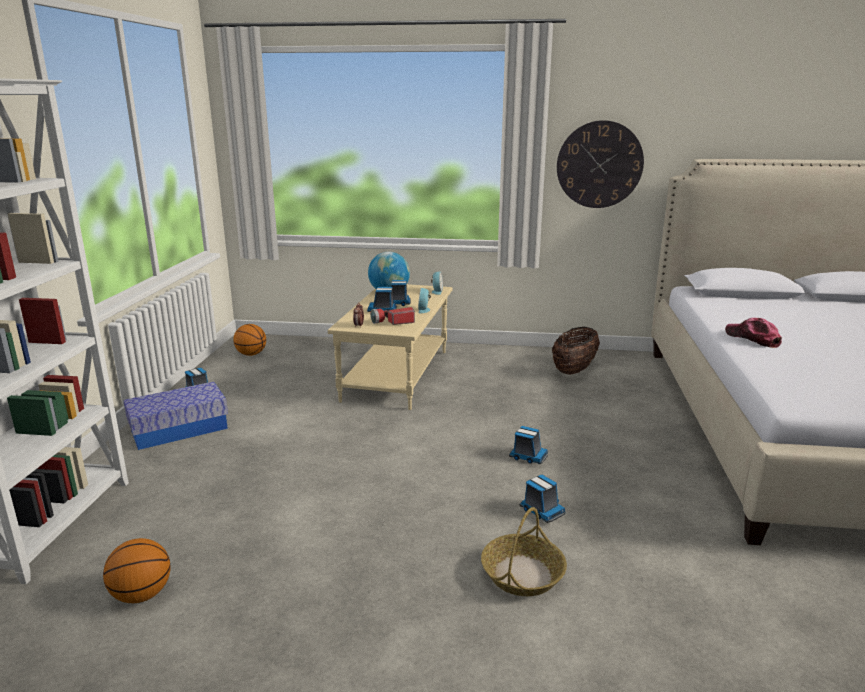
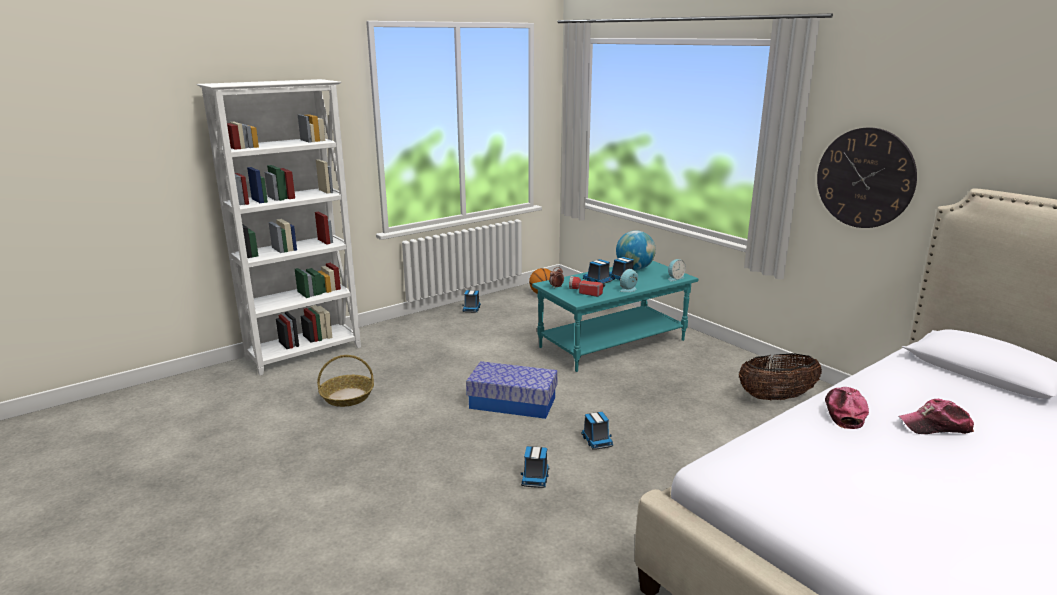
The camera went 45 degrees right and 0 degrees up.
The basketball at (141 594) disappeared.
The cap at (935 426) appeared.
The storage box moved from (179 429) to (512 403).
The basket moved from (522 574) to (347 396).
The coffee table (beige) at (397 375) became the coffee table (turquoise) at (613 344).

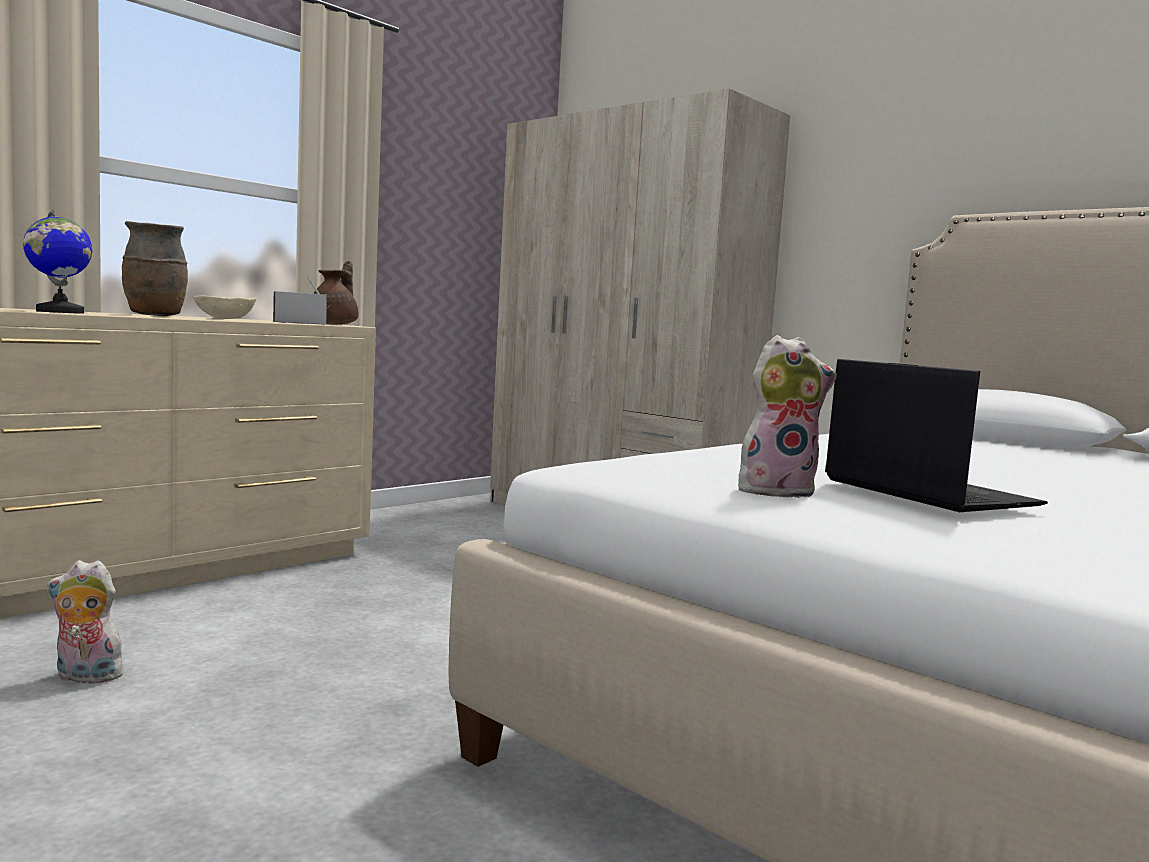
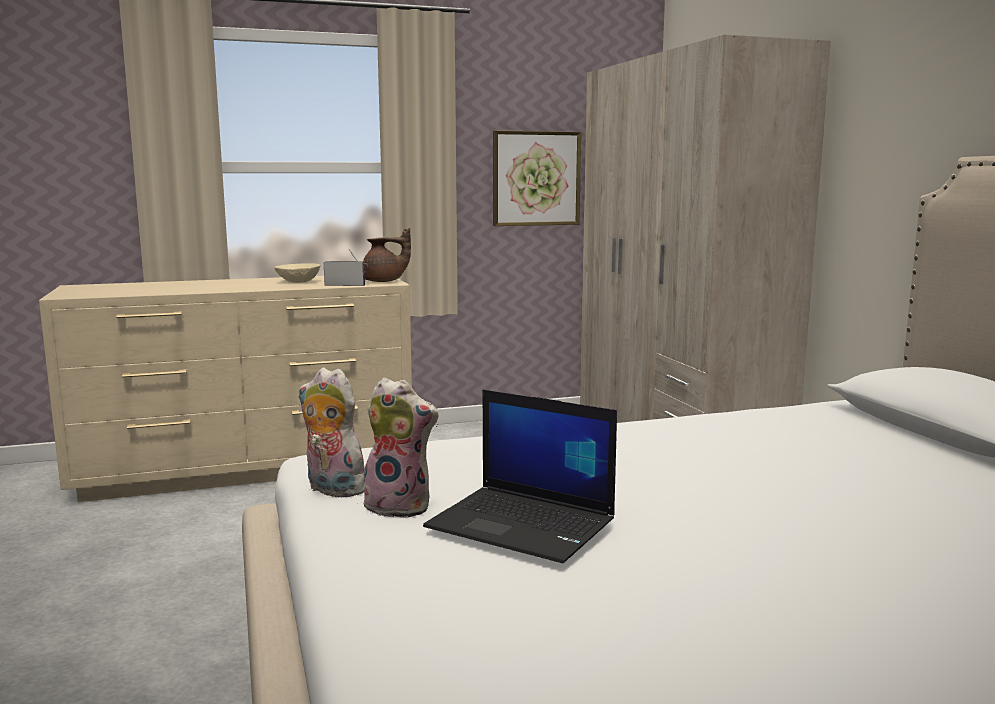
The camera went 30 degrees right and 5 degrees up.
The globe at (60 312) disappeared.
The vase (brown) at (156 316) disappeared.
The picture at (536 178) appeared.
The plush toy moved from (85 677) to (331 489).
The teapot (brown) at (335 324) turned 45 degrees clockwise.
The laptop at (925 492) turned 120 degrees clockwise.

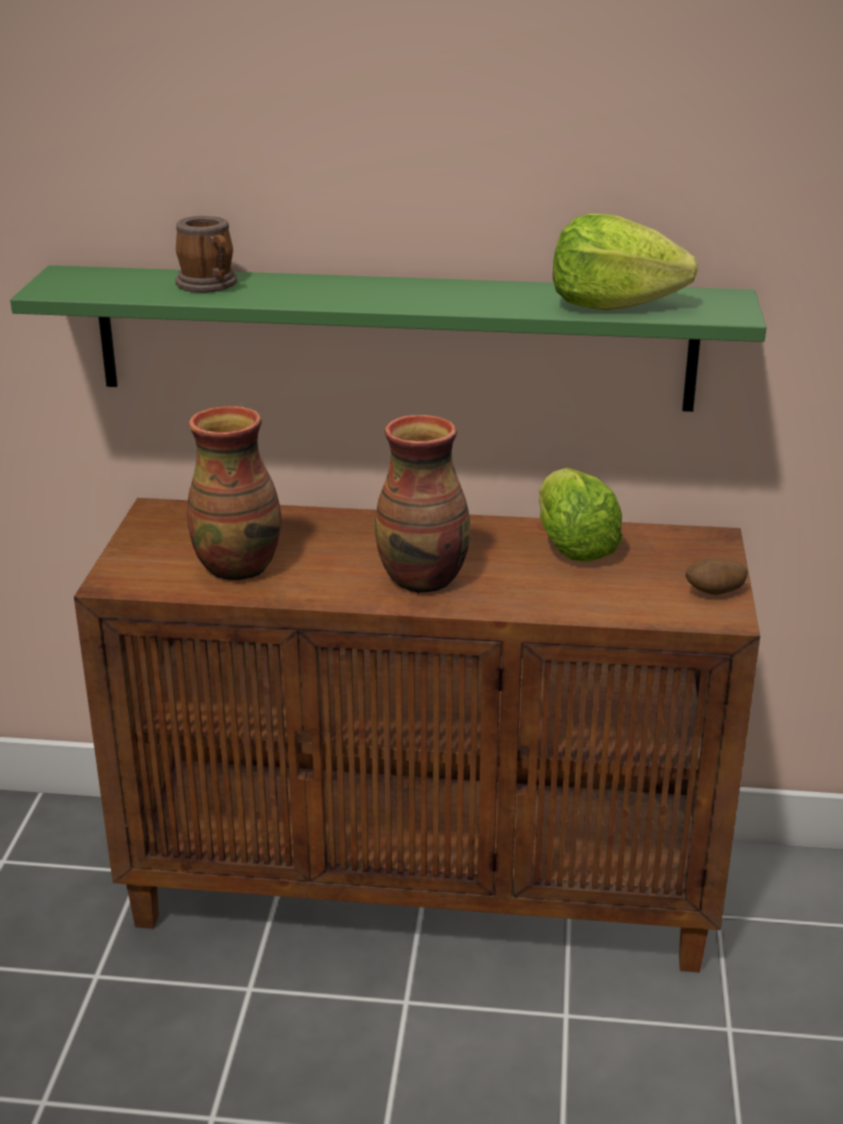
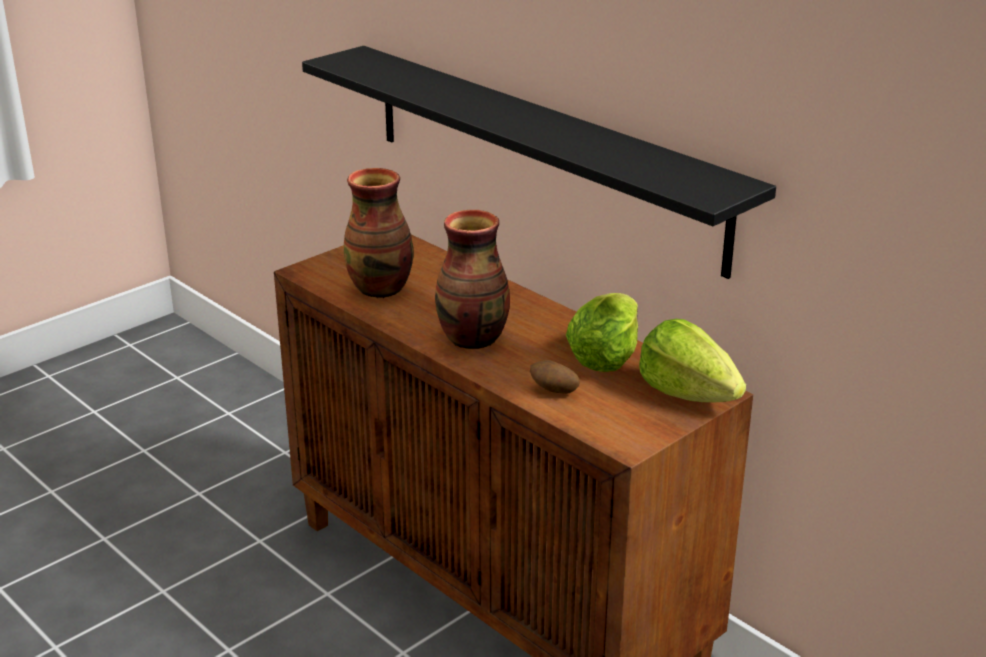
The camera went 40 degrees right and 0 degrees up.
The mug at (210 285) disappeared.
The lettuce moved from (612 305) to (687 393).
The potato moved from (714 593) to (553 391).
The shelf (green) at (393 338) became the shelf (black) at (541 154).

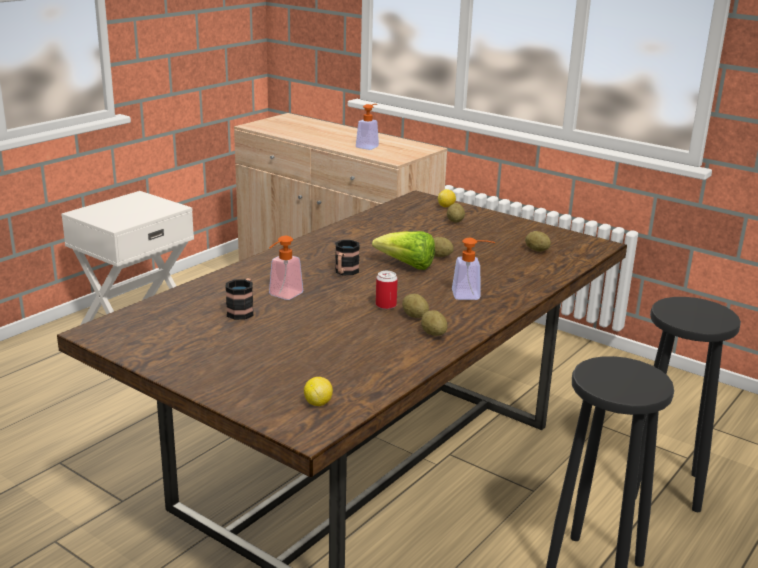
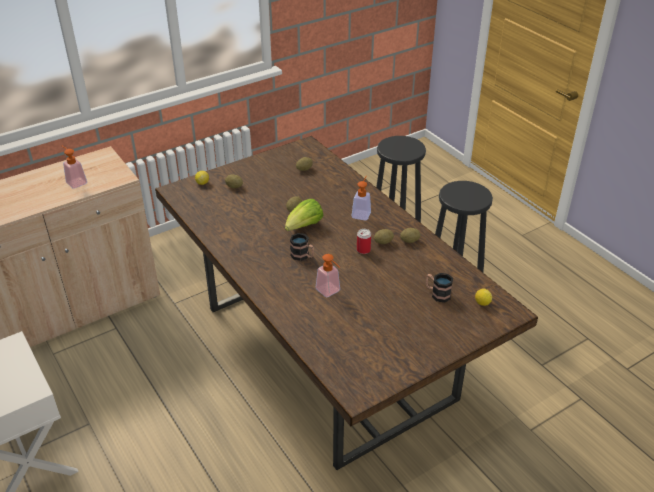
The camera went 70 degrees left and 15 degrees up.
The mug moved from (242 311) to (437 294).

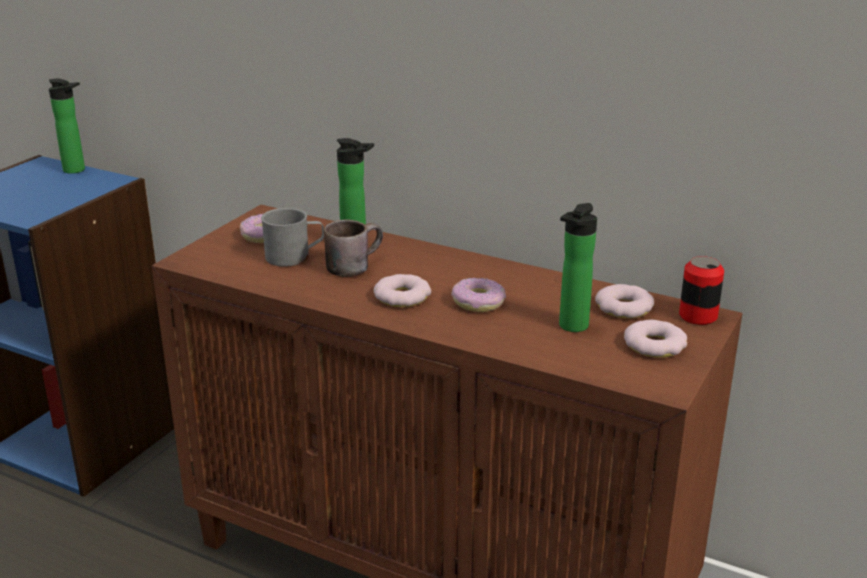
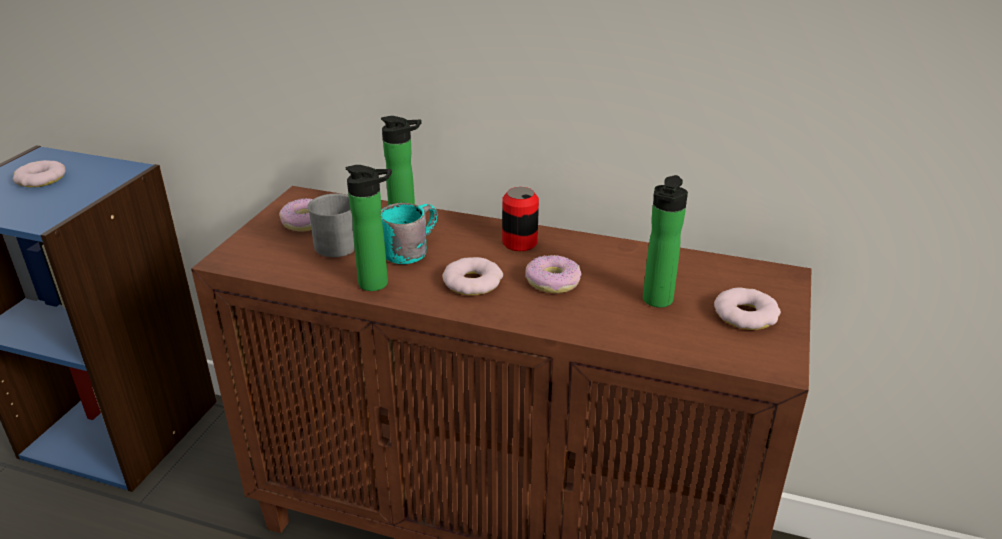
The camera went 10 degrees left and 5 degrees up.
The bottle moved from (77 170) to (378 284).
The donut moved from (624 308) to (41 179).
The can moved from (698 316) to (519 243).
The mug (brown) at (352 265) became the mug (turquoise) at (409 249).

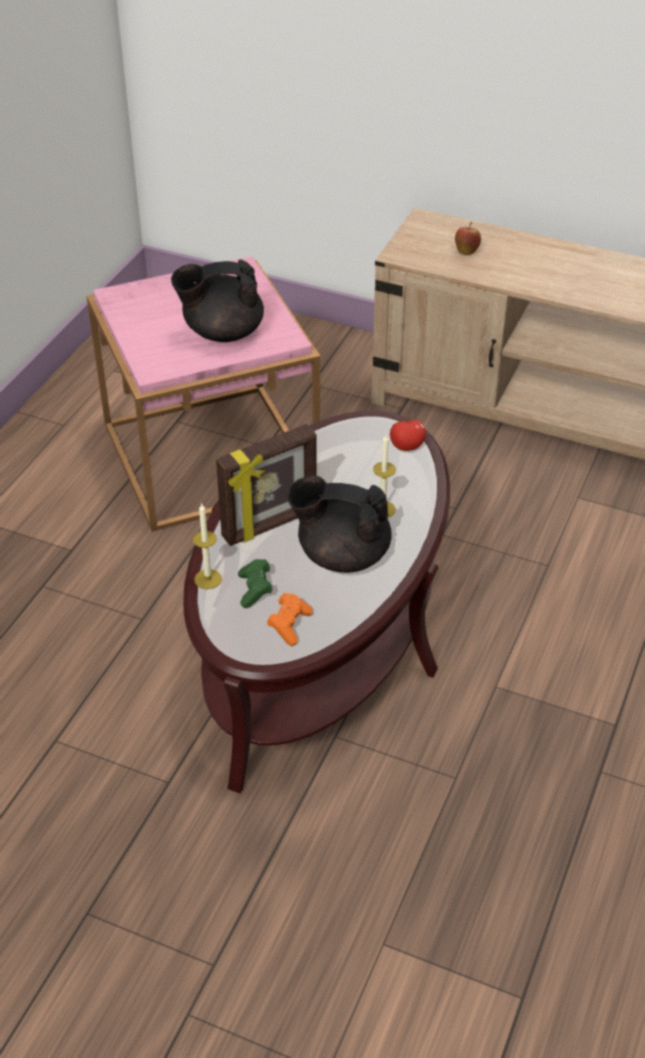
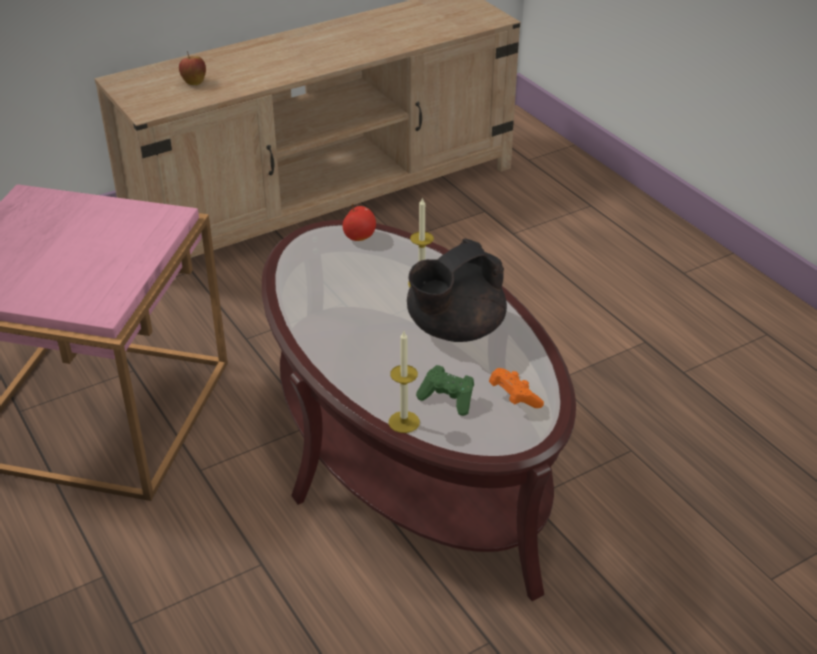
The camera went 55 degrees left and 5 degrees down.
The teapot (black) at (222 332) disappeared.
The picture frame at (270 525) disappeared.

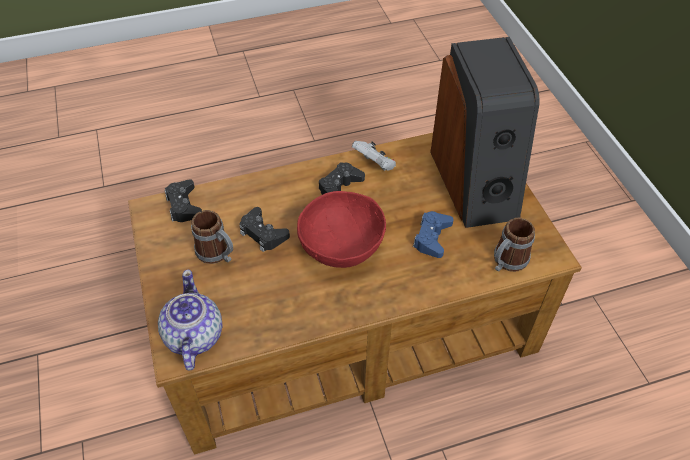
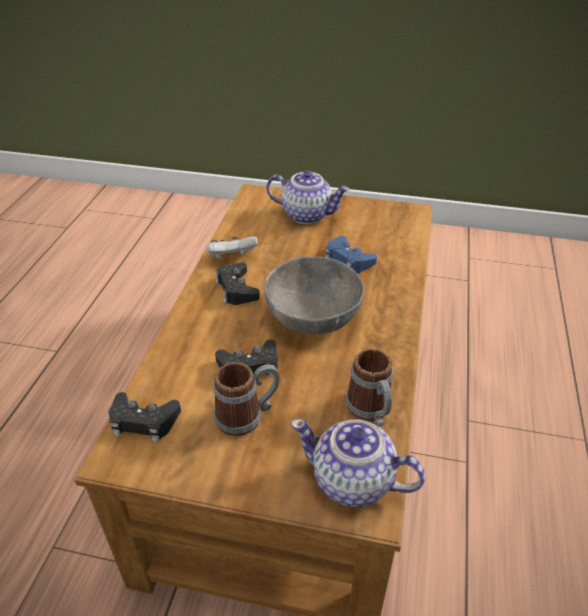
The camera went 60 degrees left and 10 degrees down.
The mug moved from (506 262) to (371 411).
The speaker at (475 182) was replaced by the teapot at (307 214).
The bowl (red) at (342 245) became the bowl (grey) at (313 316).

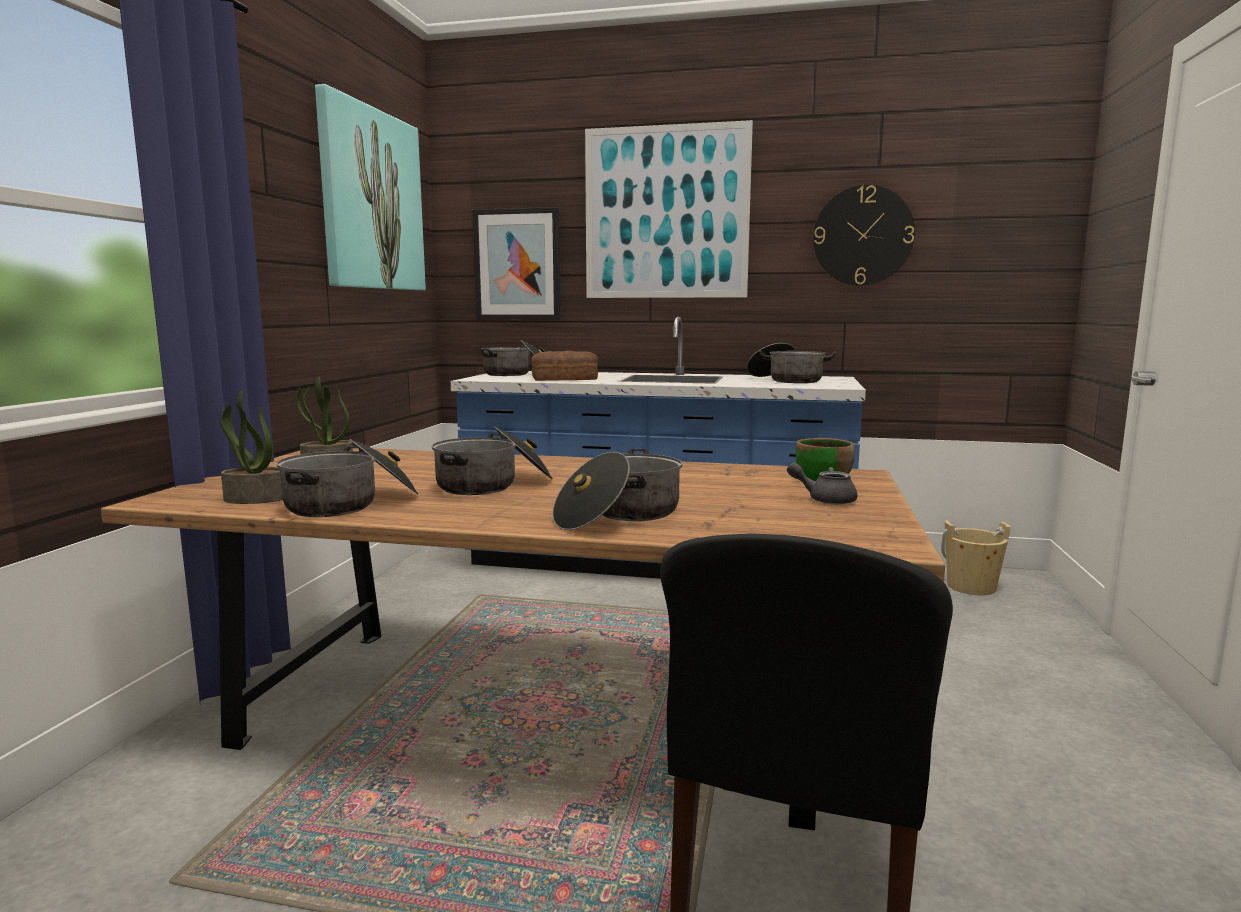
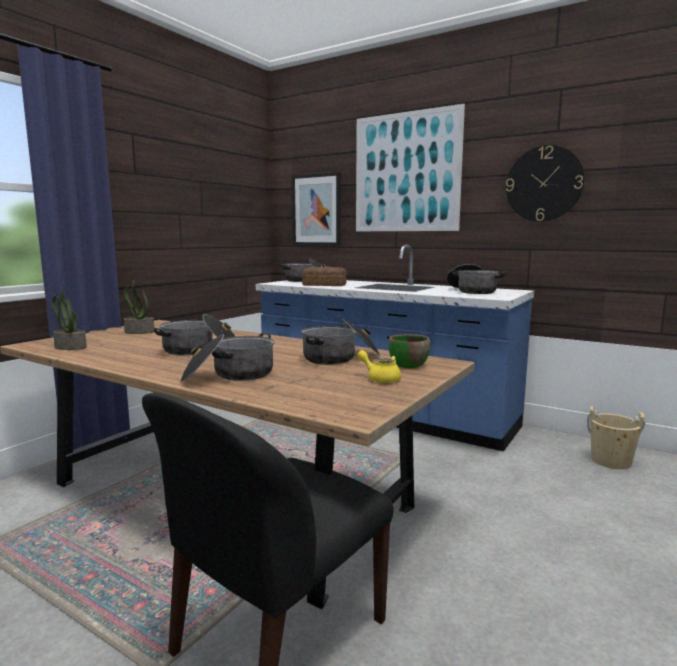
The camera went 20 degrees right and 0 degrees up.
The picture at (371 200) disappeared.
The cooking pot moved from (351 504) to (340 358).
The teapot (grey) at (825 500) became the teapot (yellow) at (380 378).

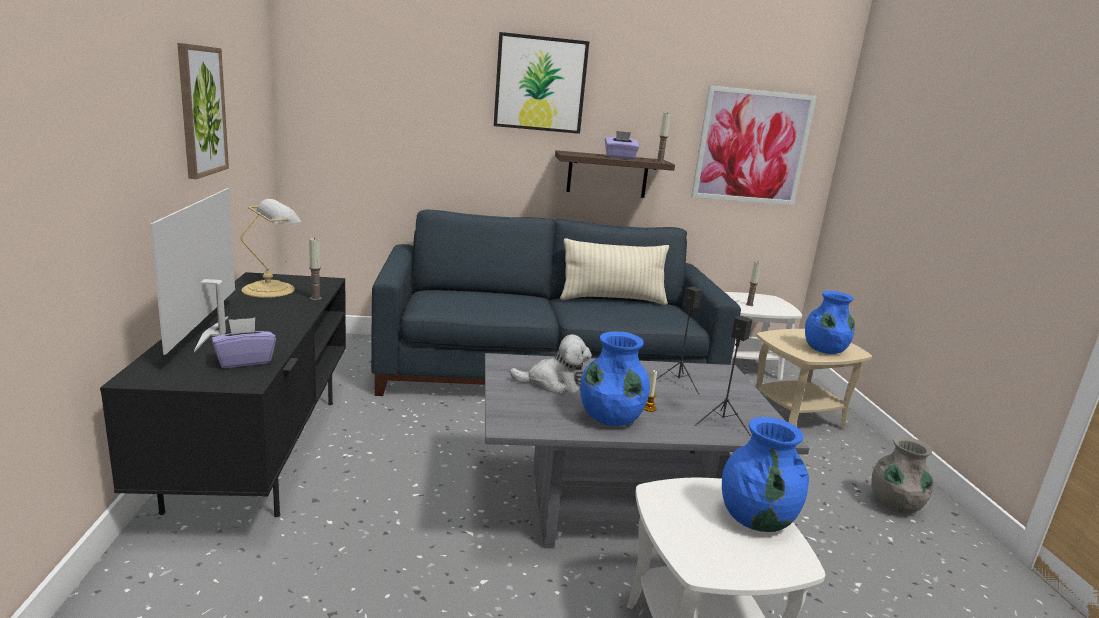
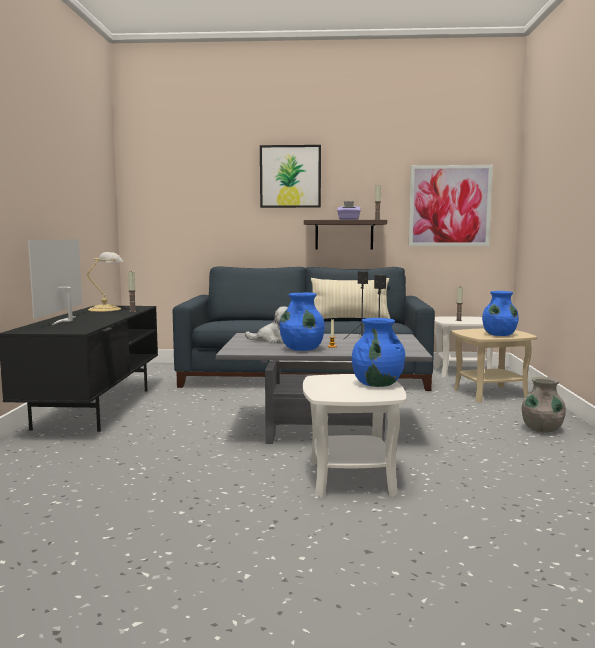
The camera went 10 degrees right and 10 degrees down.
The picture at (201 111) disappeared.
The tissue box (purple) at (244 361) disappeared.

